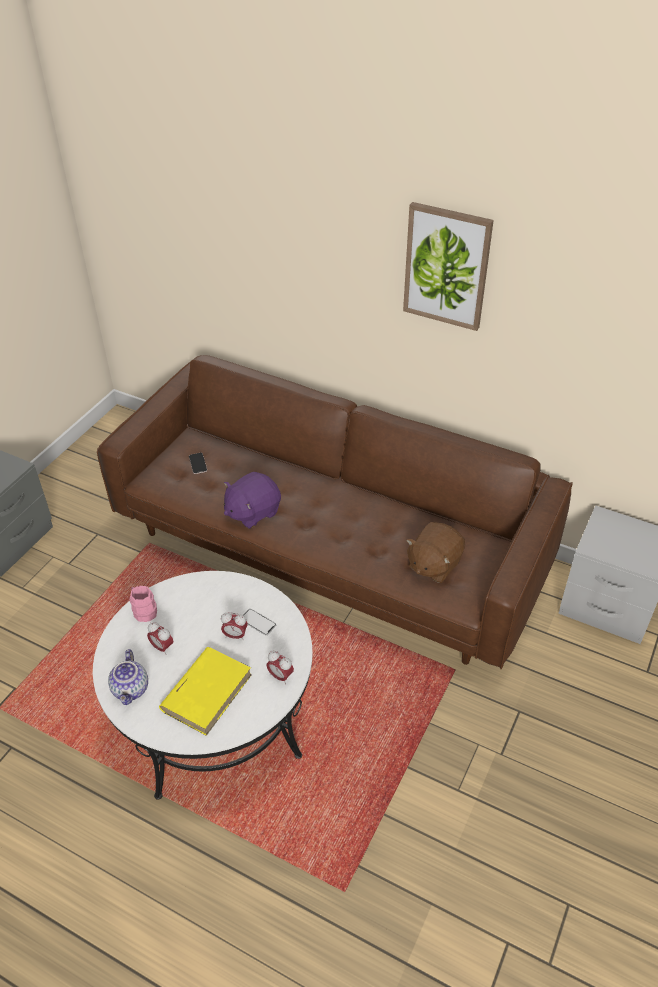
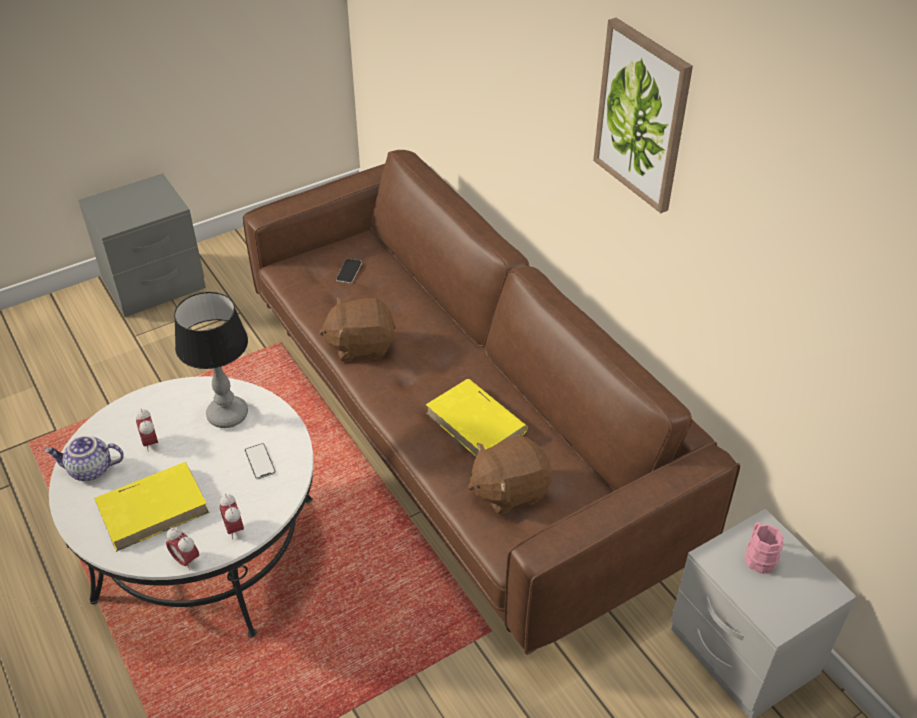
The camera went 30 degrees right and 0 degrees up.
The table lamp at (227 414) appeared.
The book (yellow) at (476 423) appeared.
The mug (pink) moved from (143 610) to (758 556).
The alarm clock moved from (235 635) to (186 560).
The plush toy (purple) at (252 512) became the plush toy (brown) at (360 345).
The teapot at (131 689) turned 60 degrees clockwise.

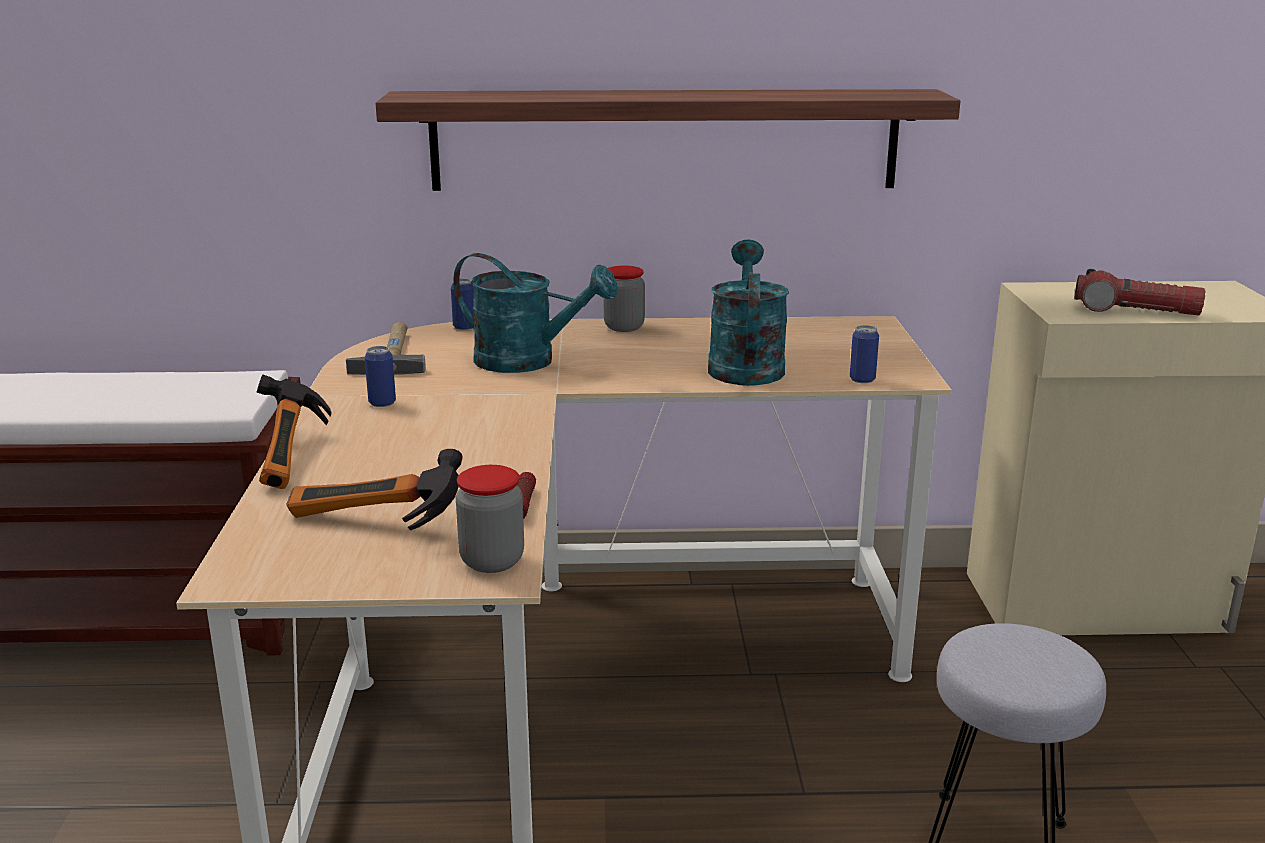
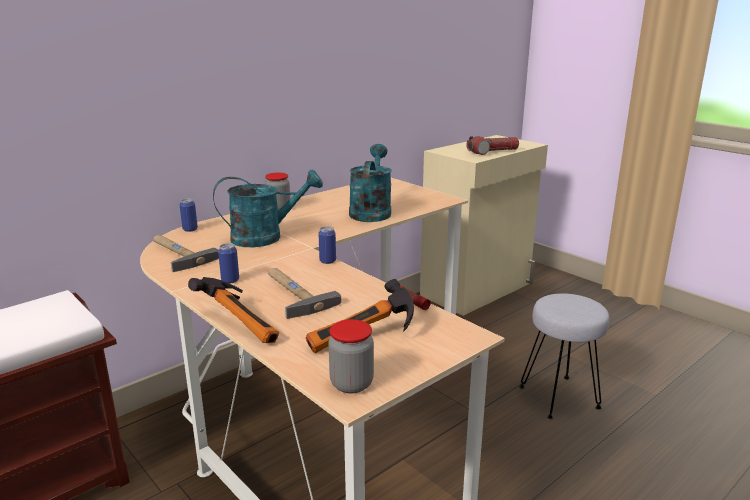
The camera went 40 degrees left and 0 degrees up.
The shelf at (664 140) disappeared.
The hammer at (292 294) appeared.
The jar moved from (492 561) to (351 384).
The can moved from (862 379) to (327 261).
The watering can (turquoise) at (744 365) turned 45 degrees clockwise.

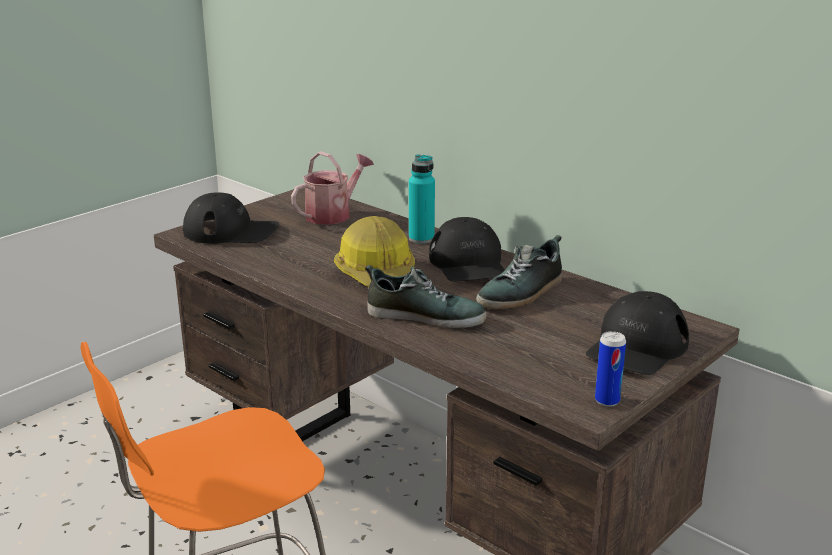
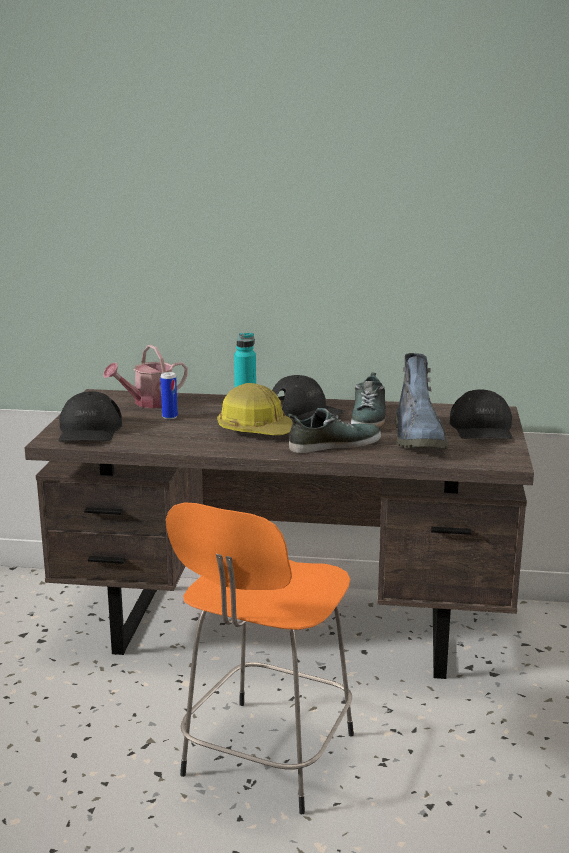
The camera went 35 degrees left and 5 degrees down.
The boot at (419 439) appeared.
The can moved from (607 401) to (169 417).
The cap (black) at (231 231) turned 120 degrees clockwise.
The watering can at (333 214) turned 135 degrees counterclockwise.

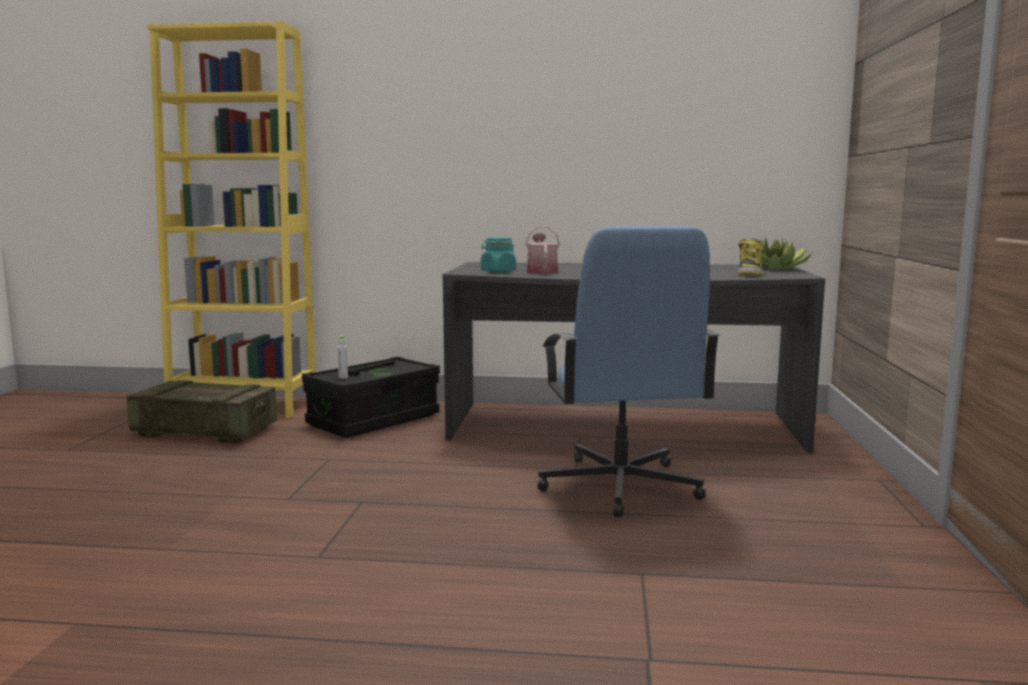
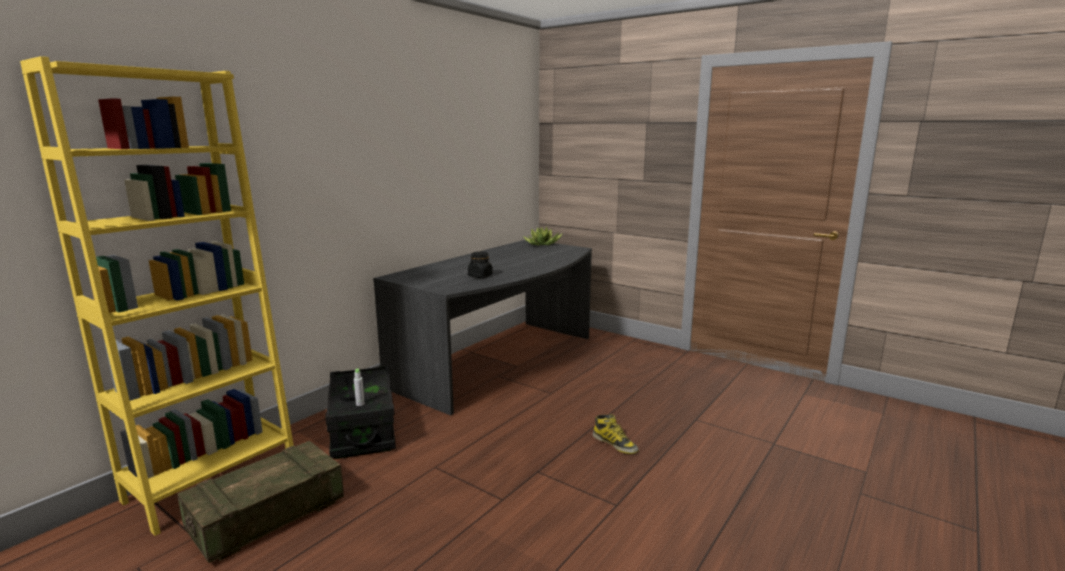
The camera went 60 degrees left and 5 degrees up.
The jar (turquoise) at (498 271) disappeared.
The office chair (blue) at (619 486) disappeared.
The boot moved from (749 273) to (615 444).
The watering can at (541 272) was replaced by the jar (black) at (480 276).

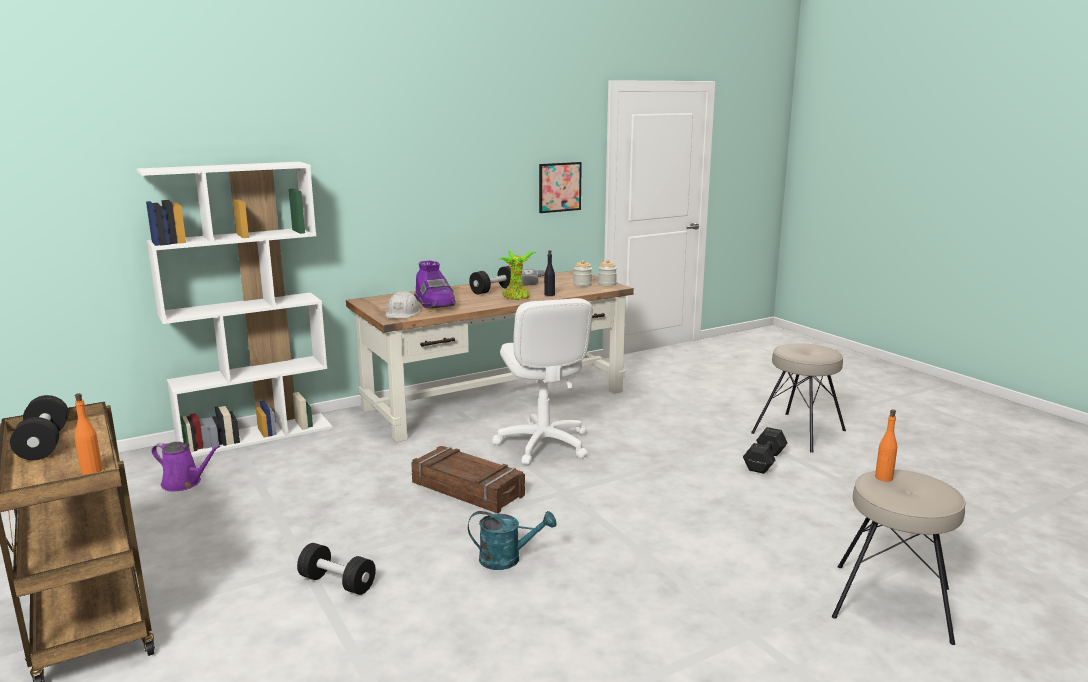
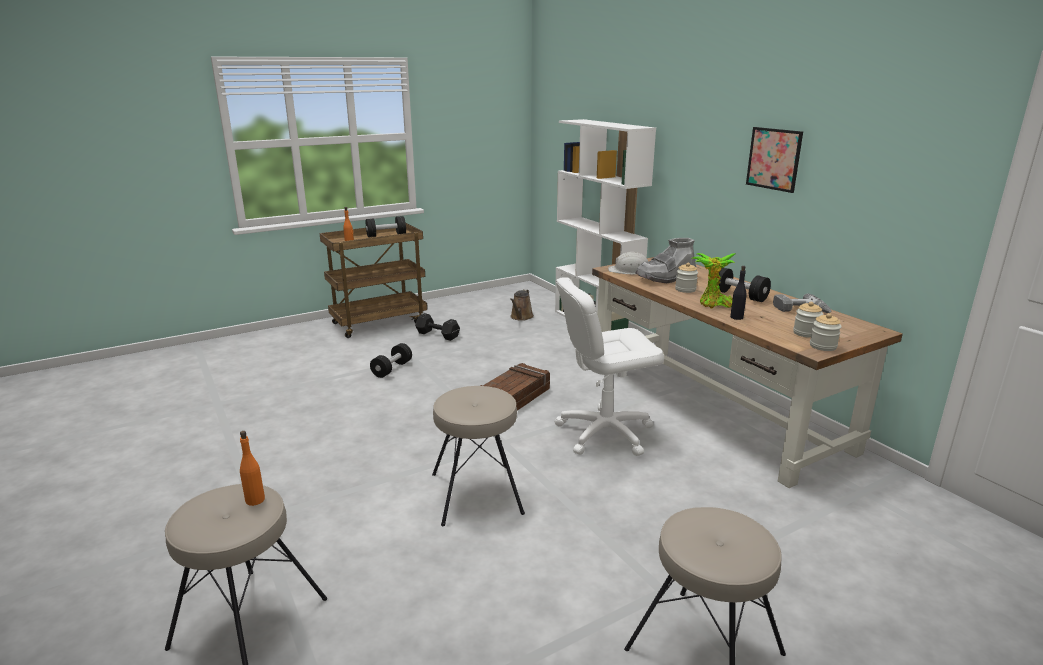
The camera went 90 degrees right and 5 degrees up.
The watering can (turquoise) at (507 559) disappeared.
The stool (beige) at (477 492) appeared.
The jar at (685 289) appeared.
The picture moved from (559 187) to (774 159).
The dumbbell (black) moved from (765 461) to (438 335).
The watering can (purple) at (184 483) became the watering can (brown) at (521 317).
The boot (purple) at (435 304) became the boot (grey) at (666 278).

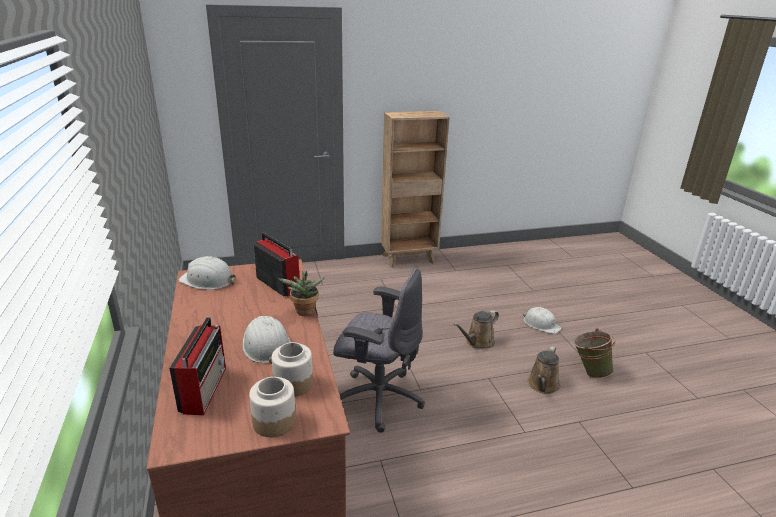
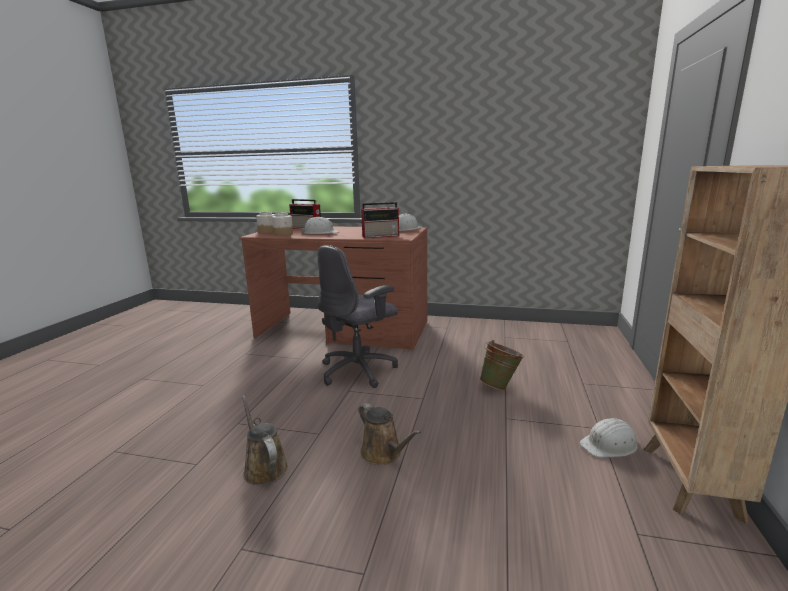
The camera went 120 degrees right and 10 degrees down.
The potted plant at (304 313) disappeared.
The hard hat (white) moved from (541 324) to (609 445).
The bucket (green) moved from (588 371) to (500 386).
The watering can (brown) at (477 342) turned 150 degrees clockwise.

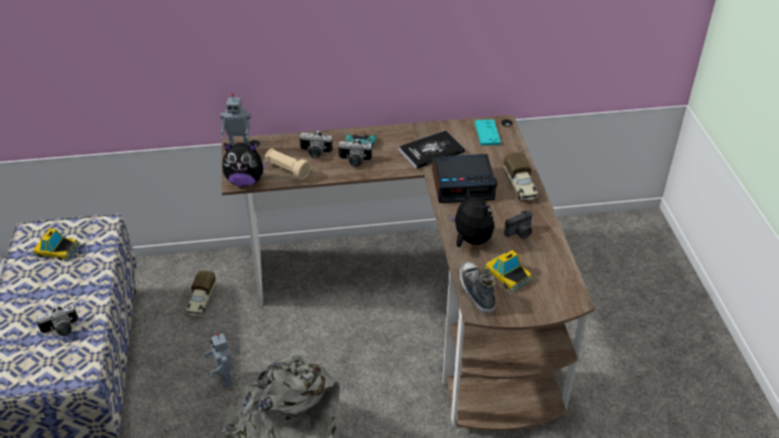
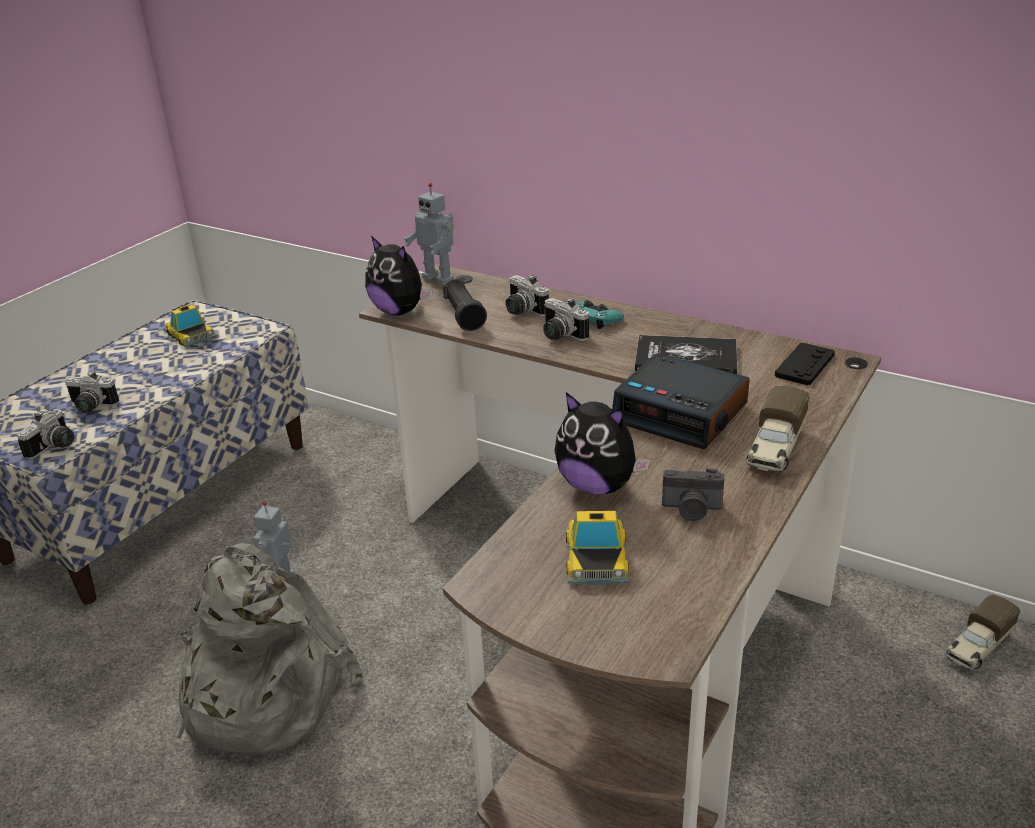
The camera went 40 degrees right and 10 degrees down.
The shoe at (476 291) disappeared.
The photo camera at (55 447) appeared.
The toy truck moved from (201 301) to (977 647).
The flashlight (beige) at (287 170) became the flashlight (black) at (463 316).
The game controller (turquoise) at (487 133) became the game controller (black) at (804 365).
The plush toy at (470 240) turned 120 degrees clockwise.

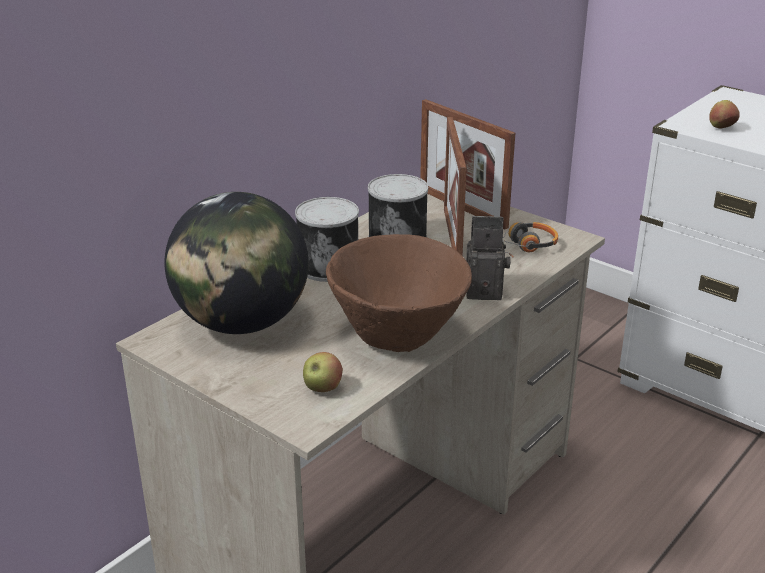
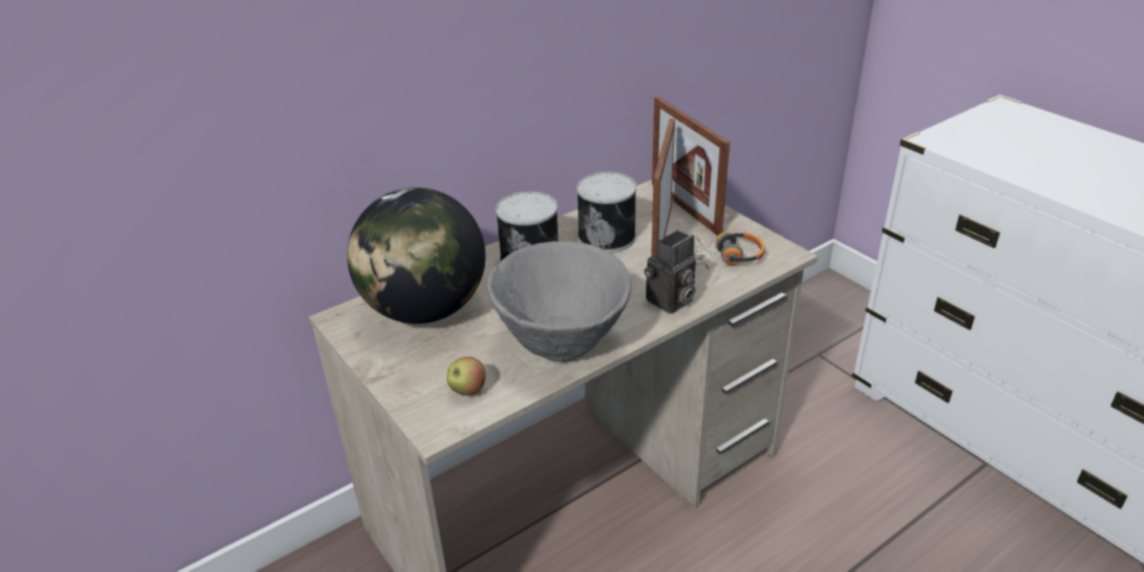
The camera went 15 degrees right and 5 degrees up.
The apple at (721 128) disappeared.
The bowl (brown) at (398 338) became the bowl (grey) at (562 345).
The photo camera at (486 290) turned 120 degrees clockwise.

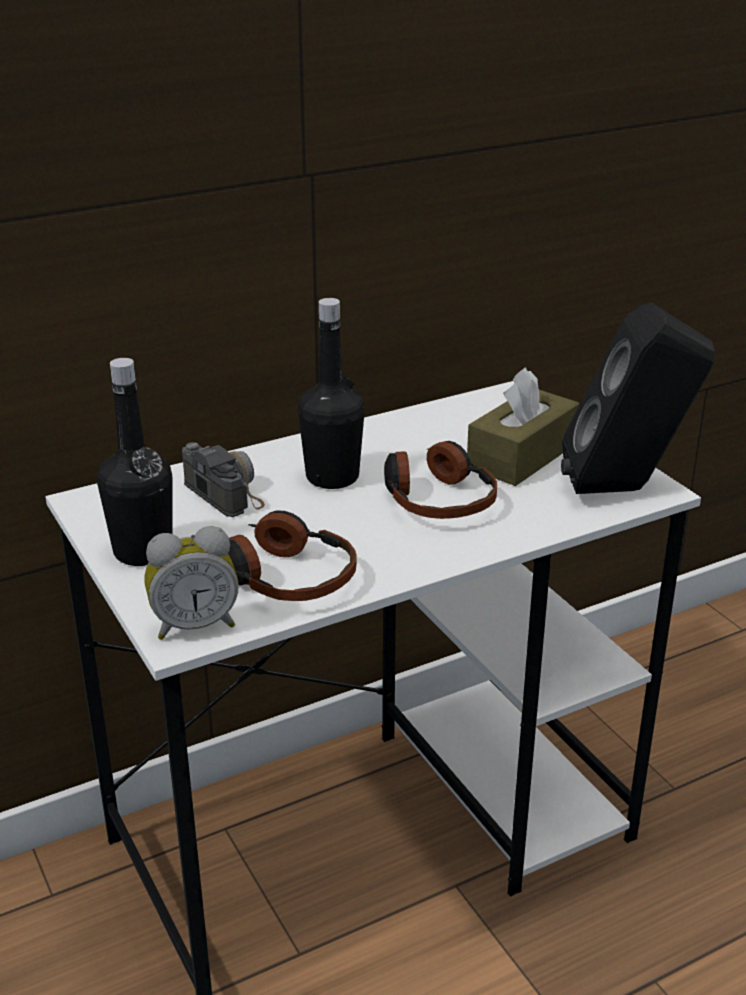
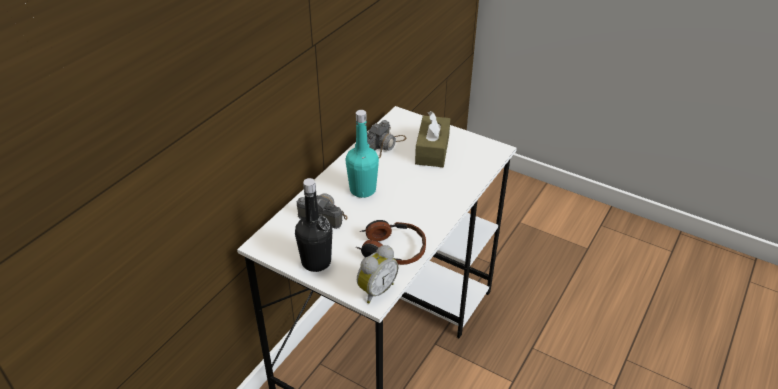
The camera went 30 degrees left and 10 degrees up.
The headphones at (437 499) disappeared.
The speaker (black) at (626 489) disappeared.
The photo camera at (384 145) appeared.
The bottle (black) at (332 477) became the bottle (turquoise) at (362 190).

